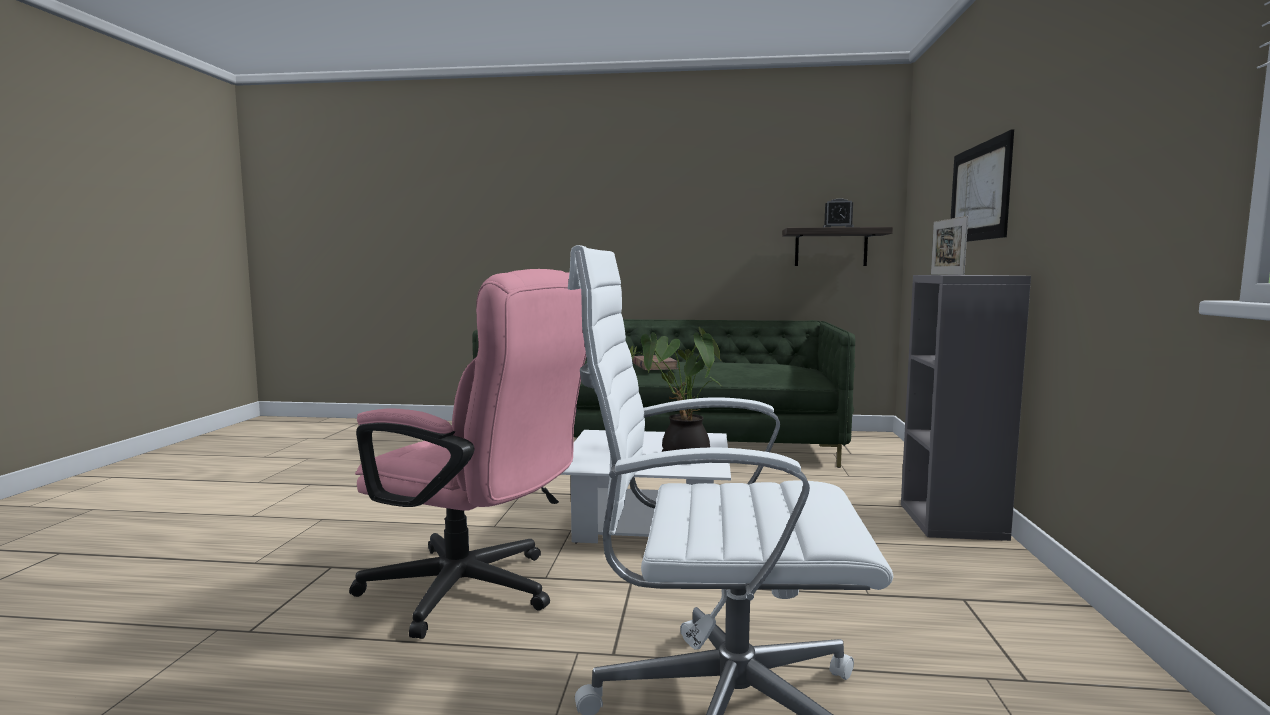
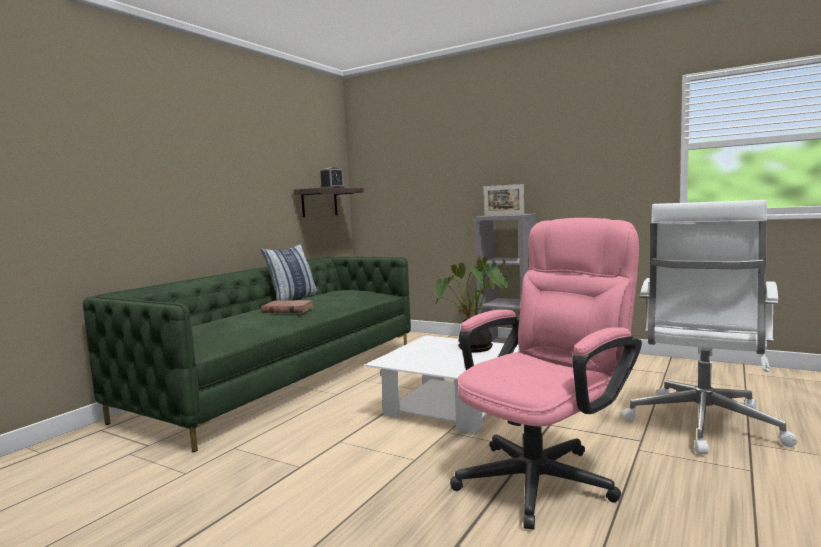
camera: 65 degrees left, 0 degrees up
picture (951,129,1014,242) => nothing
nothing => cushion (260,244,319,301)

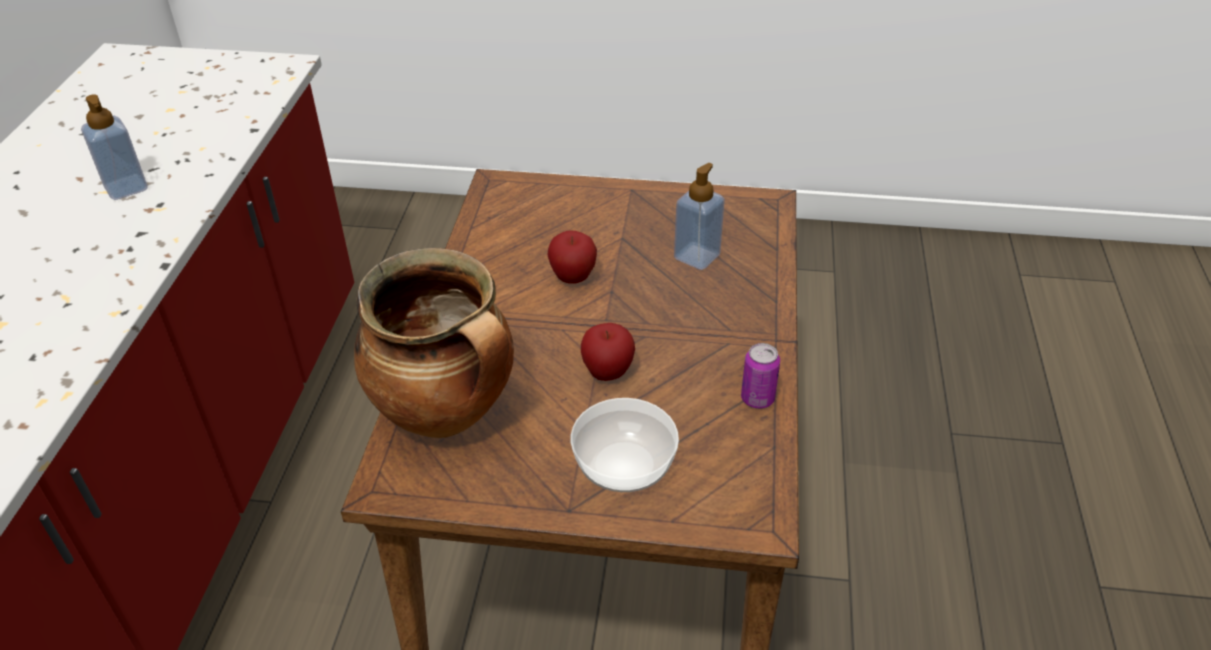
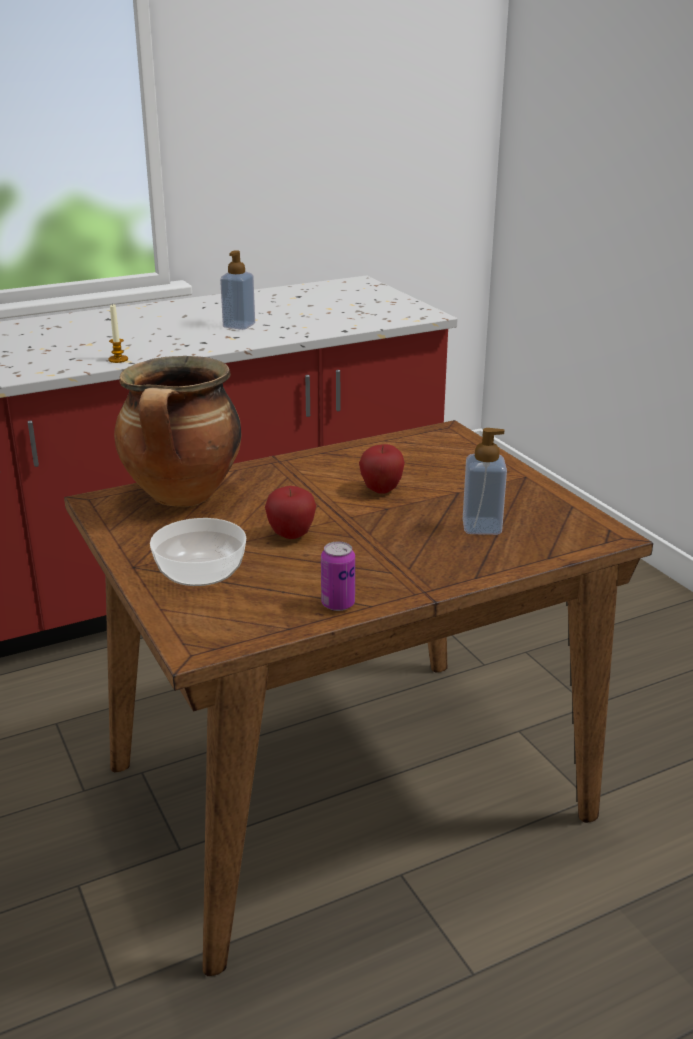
camera: 55 degrees right, 15 degrees down
nothing => wax candle (108,303,128,363)

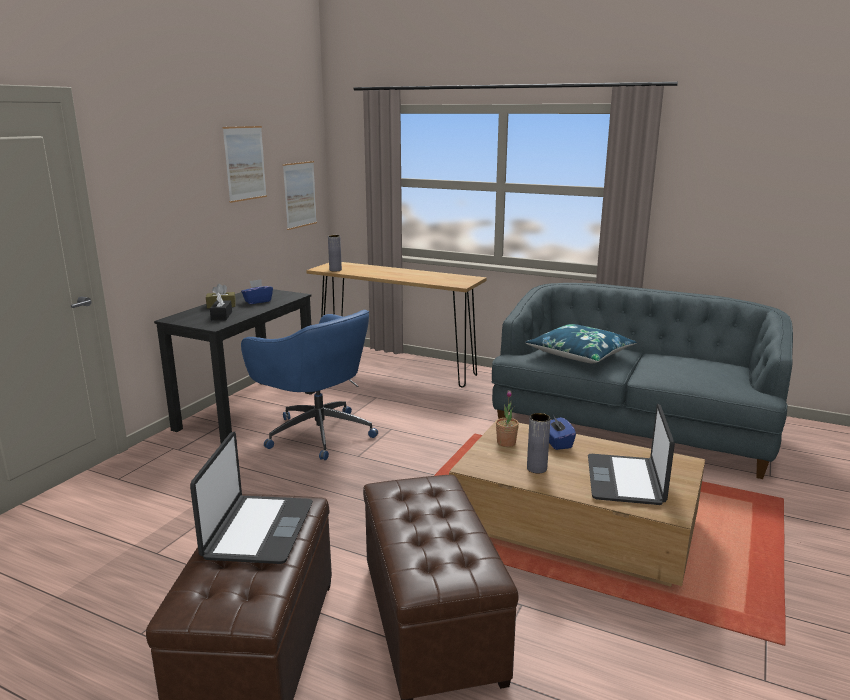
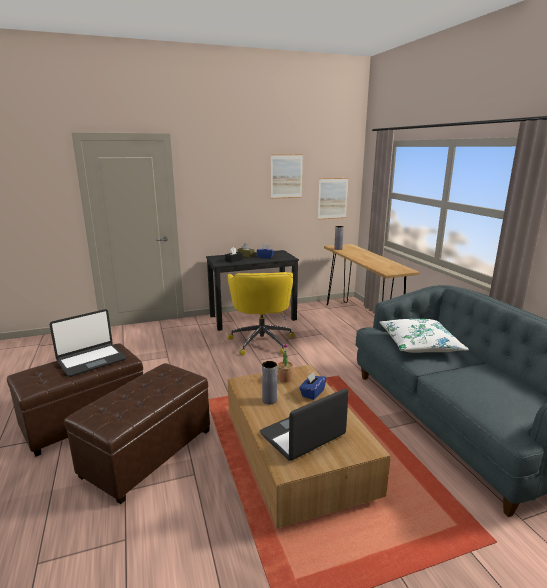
camera: 45 degrees right, 0 degrees up
office chair (blue) (241,310,378,460) => office chair (yellow) (228,272,295,355)
cushion (blue) (525,324,637,363) => cushion (white-coloured) (379,319,469,353)

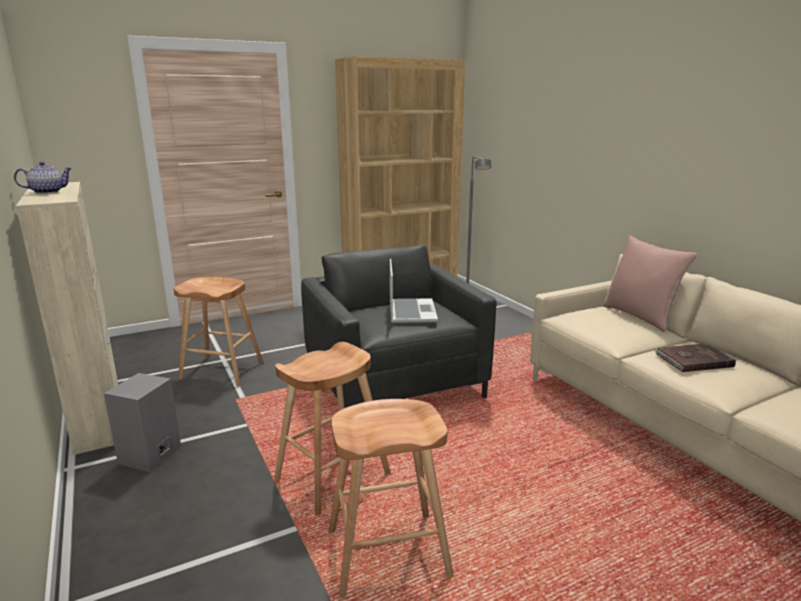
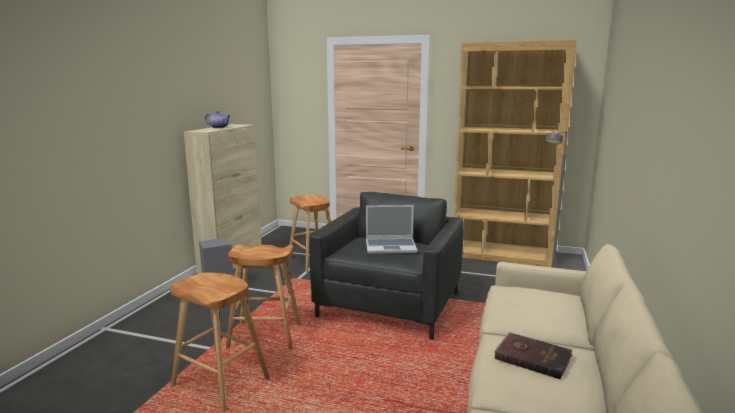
camera: 45 degrees right, 5 degrees down
cushion (pink) (604,235,698,332) => nothing
portable computer (390,259,438,323) => portable computer (366,205,417,254), 45 degrees clockwise

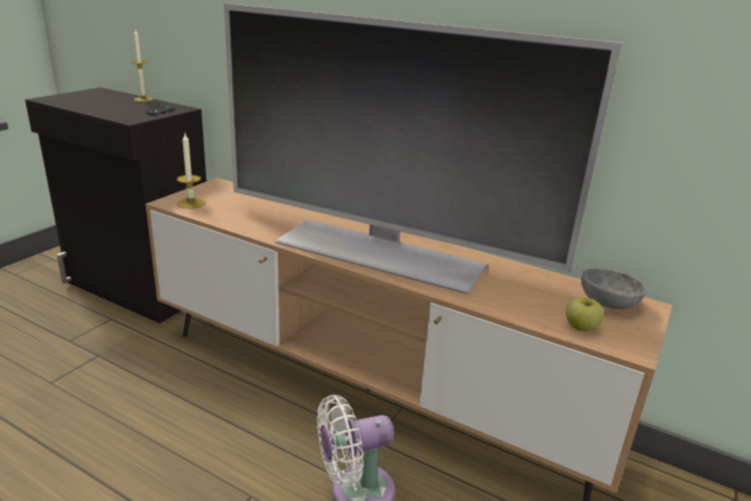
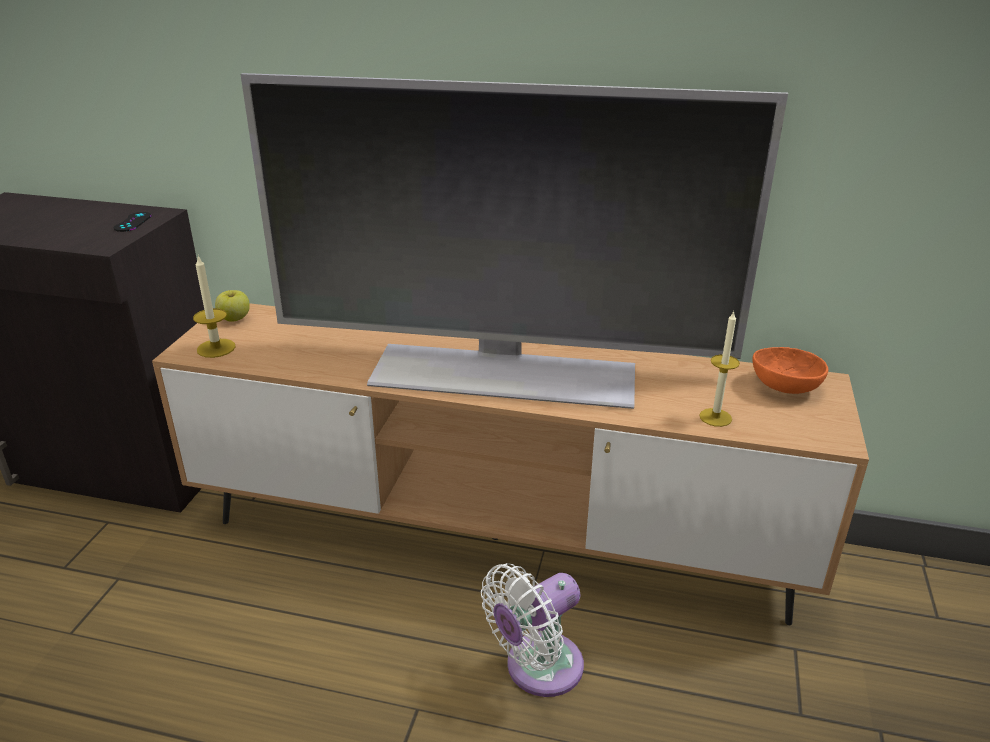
camera: 15 degrees left, 5 degrees up
wax candle (131,29,153,102) => wax candle (699,311,740,427), moved
whole apple (566,297,604,331) => whole apple (215,290,250,321), moved
serving bowl (gray) (581,268,647,309) => serving bowl (orange) (752,347,828,394)

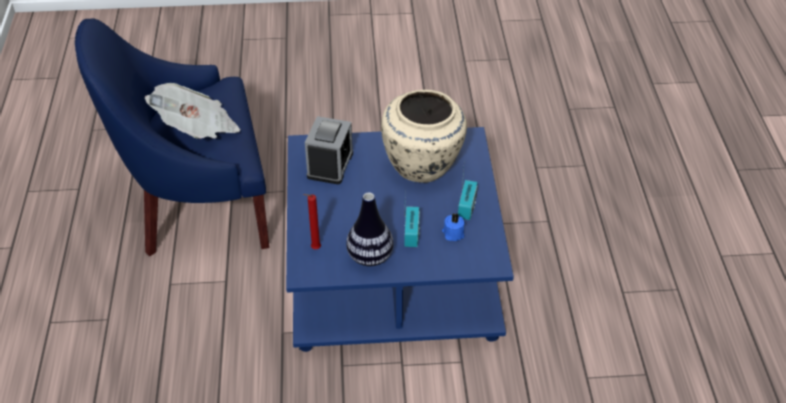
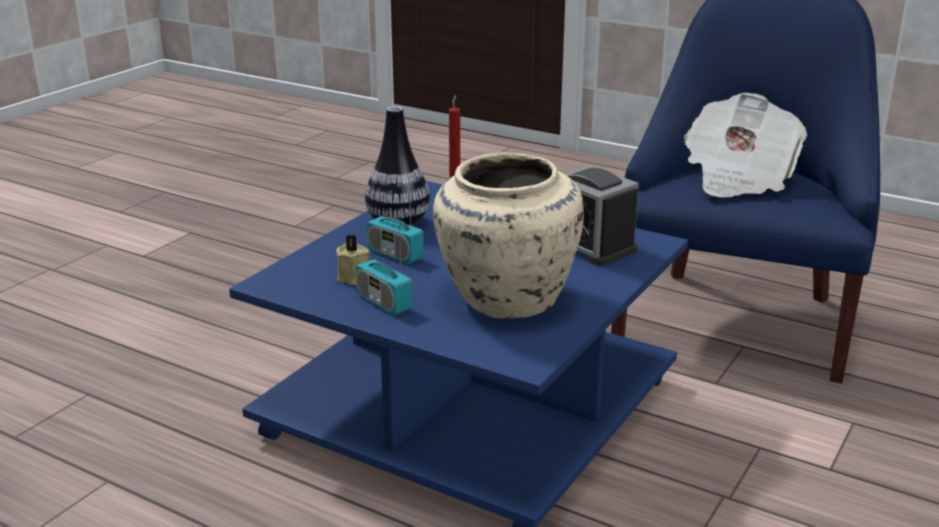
camera: 125 degrees right, 20 degrees down
wax candle (blue) (442,213,465,241) => wax candle (beige) (336,235,370,285)

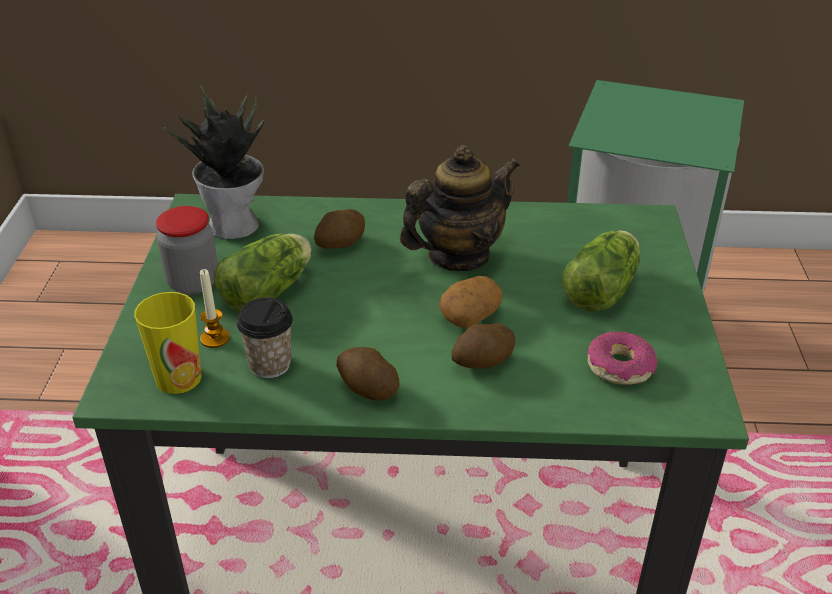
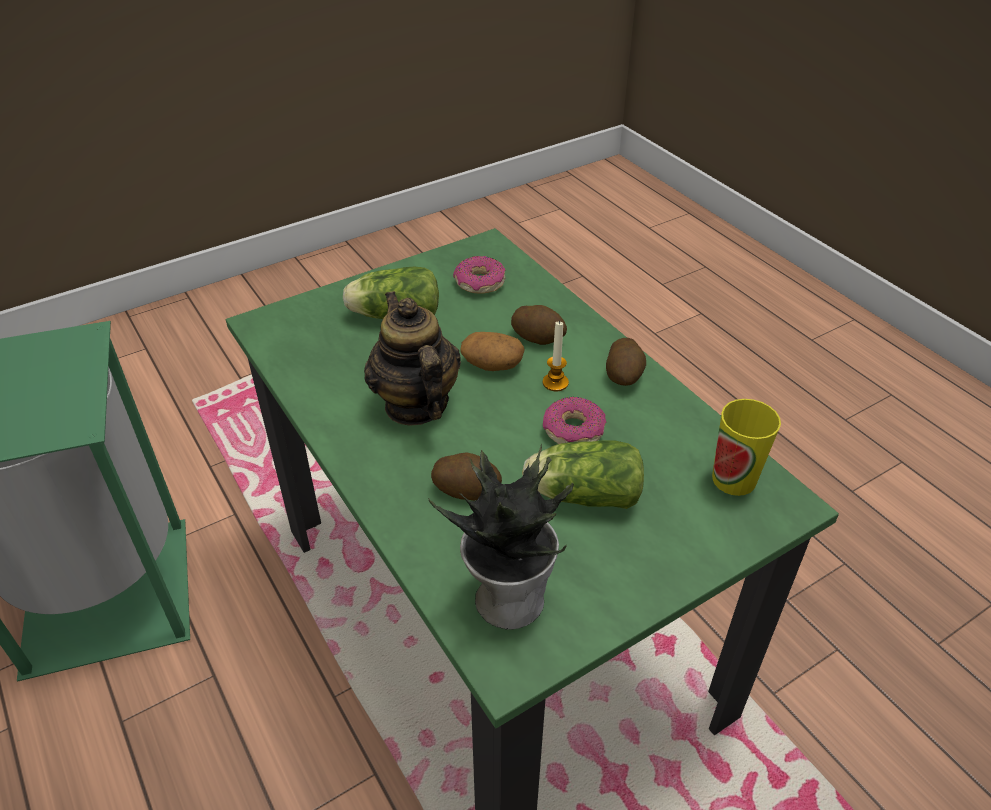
camera: 125 degrees left, 5 degrees up
jar (156,206,218,295) => nothing
cup (236,297,293,378) => nothing
nothing => donut (543,397,607,444)
wax candle (200,269,230,348) => wax candle (543,321,569,391), moved
pot for tea (400,145,520,271) => pot for tea (364,291,461,425), 45 degrees clockwise

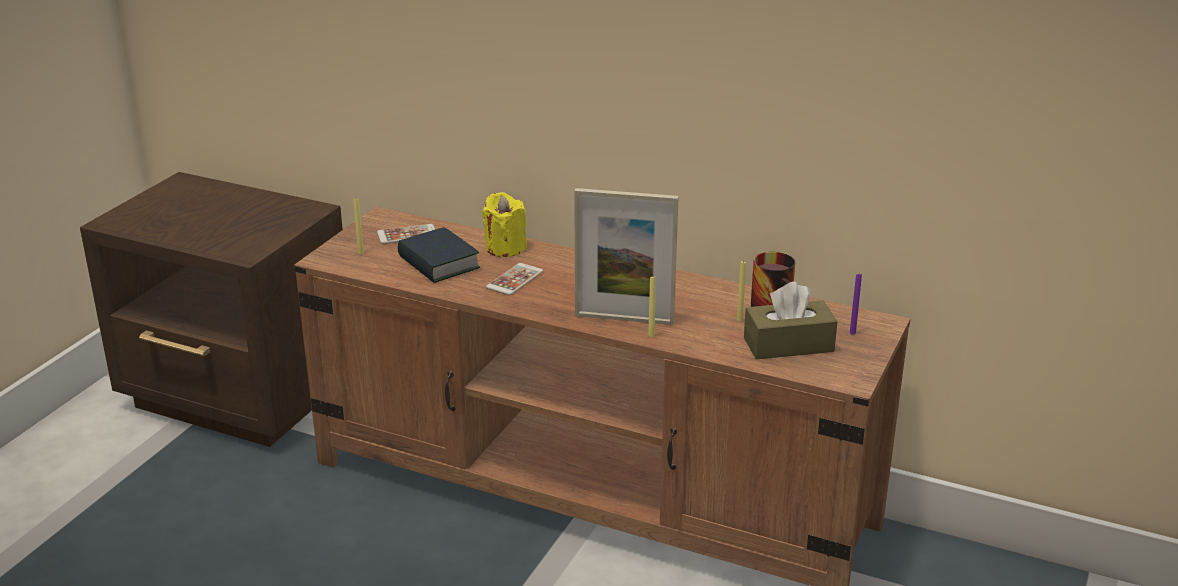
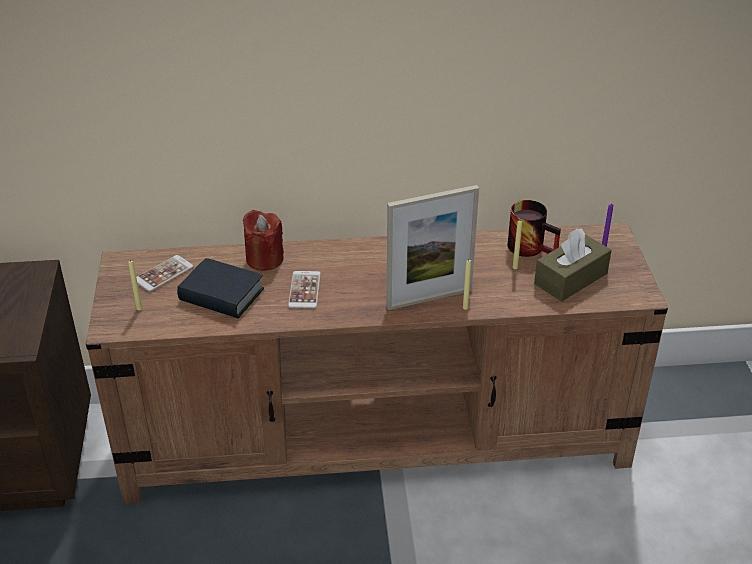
camera: 30 degrees left, 10 degrees up
wax candle (yellow) (482,192,527,257) => wax candle (reddish) (243,210,284,271)

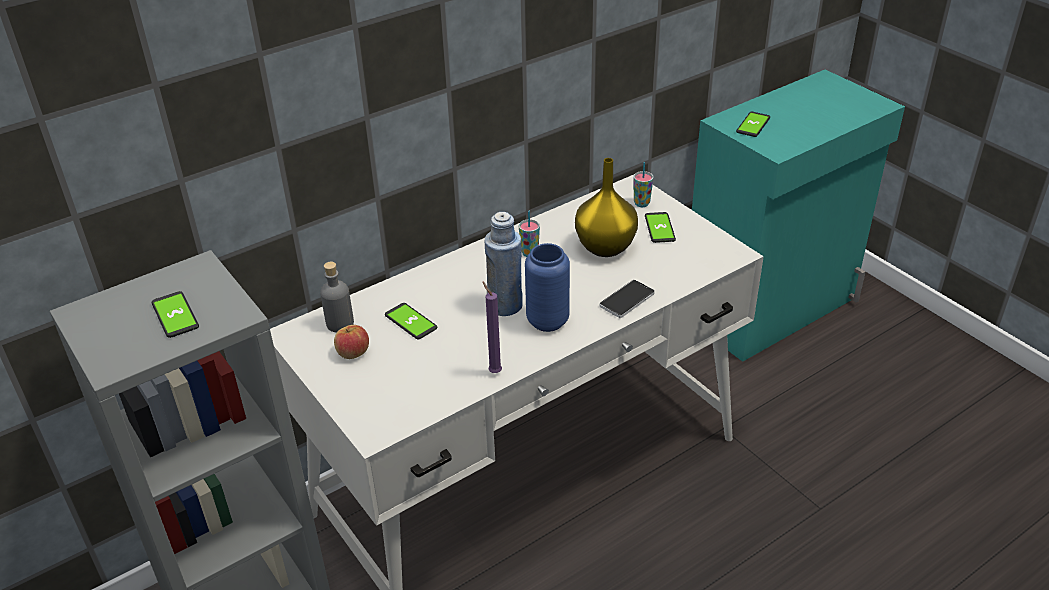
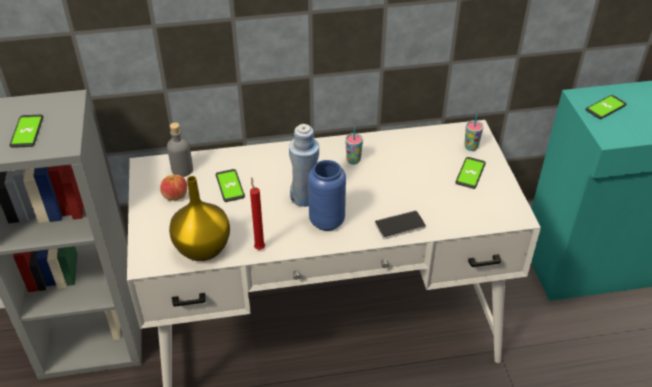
camera: 25 degrees right, 5 degrees up
flower vase (yellow) (575,158,638,257) => flower vase (yellow) (169,176,230,261), moved
wax candle (purple-coloured) (482,281,502,373) => wax candle (reddish) (250,177,265,250)

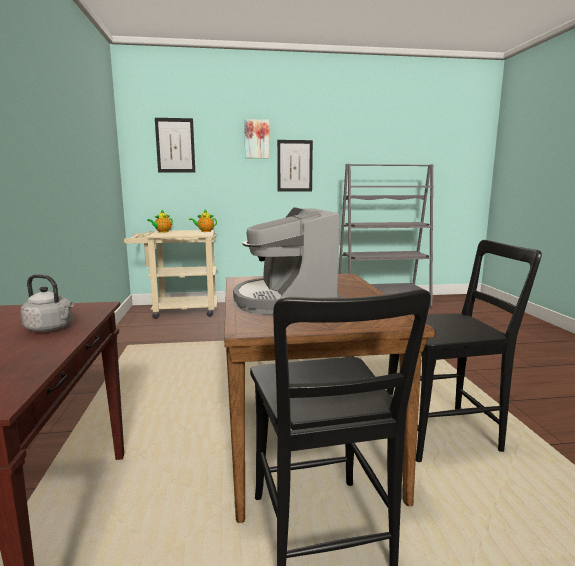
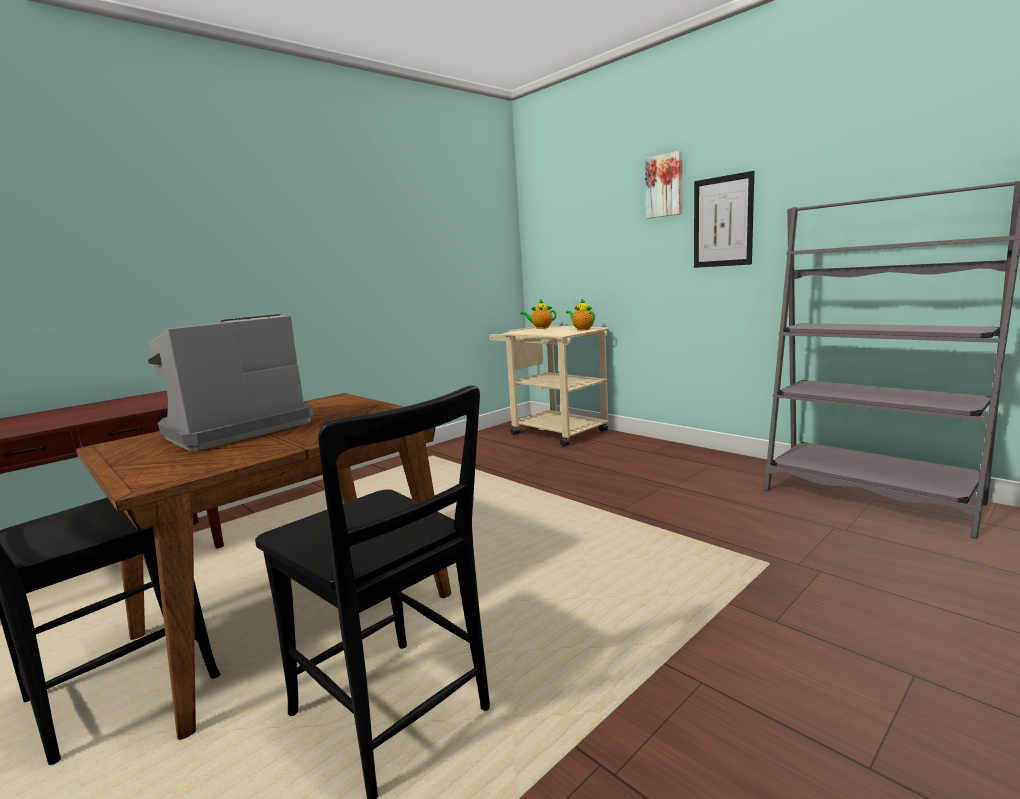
camera: 55 degrees right, 0 degrees up
kettle (gray) (21,274,74,332) => nothing
picture (155,118,195,173) => nothing

